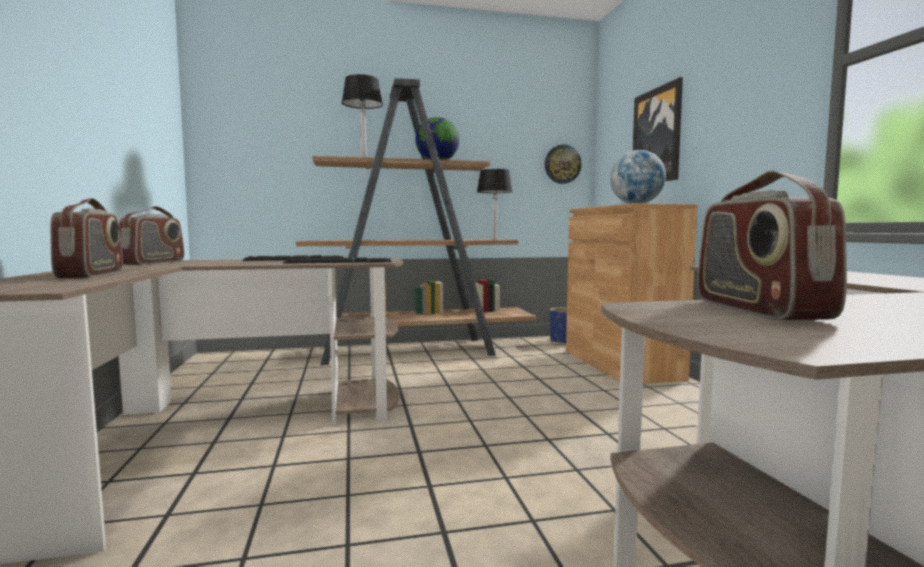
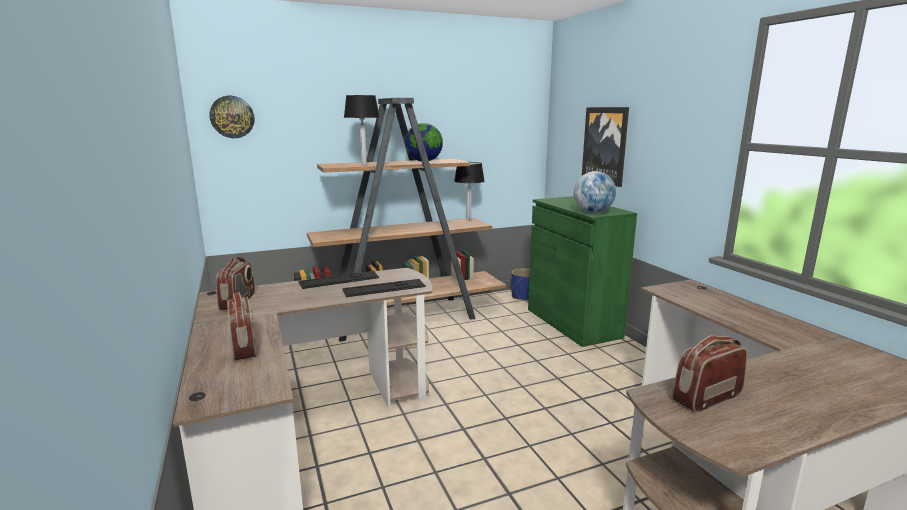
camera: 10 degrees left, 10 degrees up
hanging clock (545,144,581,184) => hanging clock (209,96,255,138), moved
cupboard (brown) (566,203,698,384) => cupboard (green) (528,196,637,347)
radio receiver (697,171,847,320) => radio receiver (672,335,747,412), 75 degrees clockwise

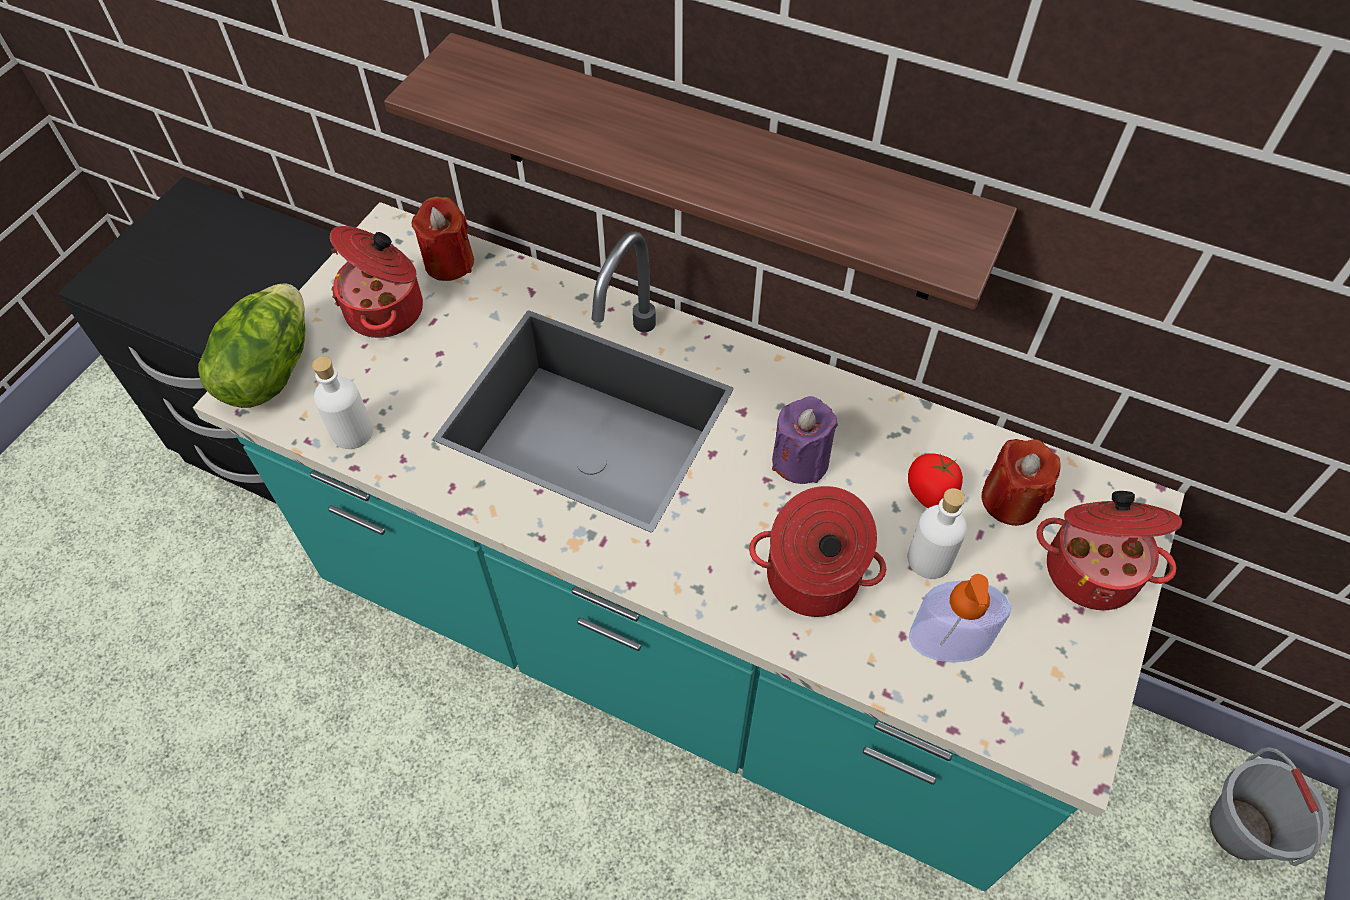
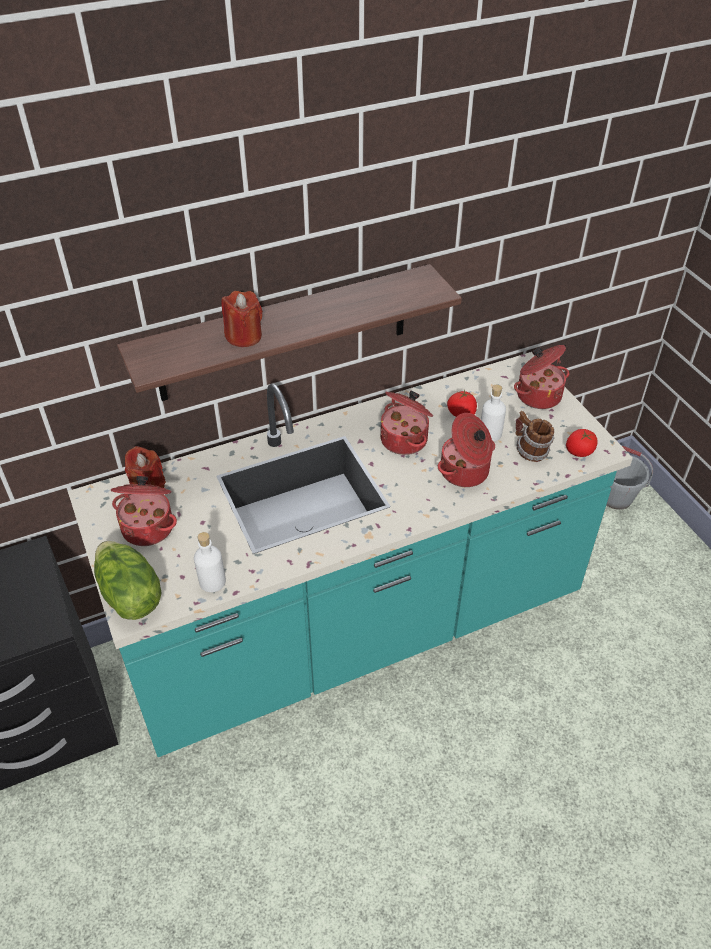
camera: 50 degrees left, 10 degrees down
nothing => whole tomato (566,429,598,457)
wax candle (reddish) (982,439,1061,526) => wax candle (reddish) (222,291,263,347), moved
wax candle (purple-coloured) (772,396,838,484) => stockpot (381,390,433,455)
liquid soap bottle (908,574,1011,663) => mug (515,411,554,462)

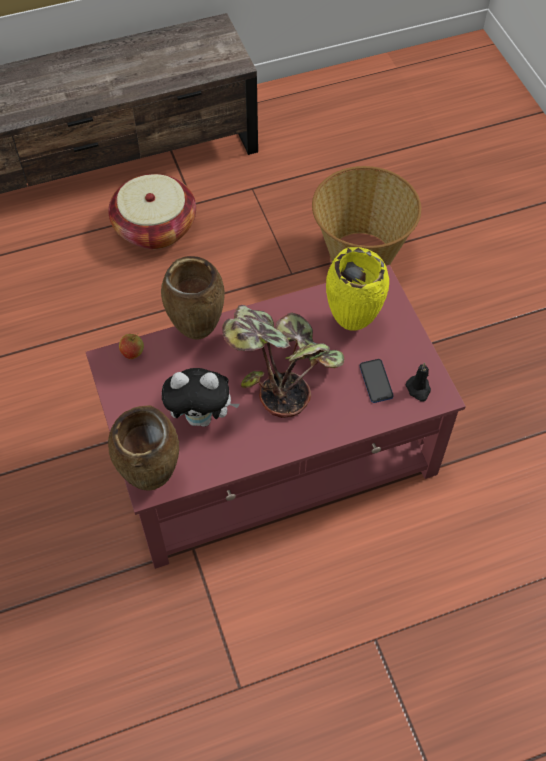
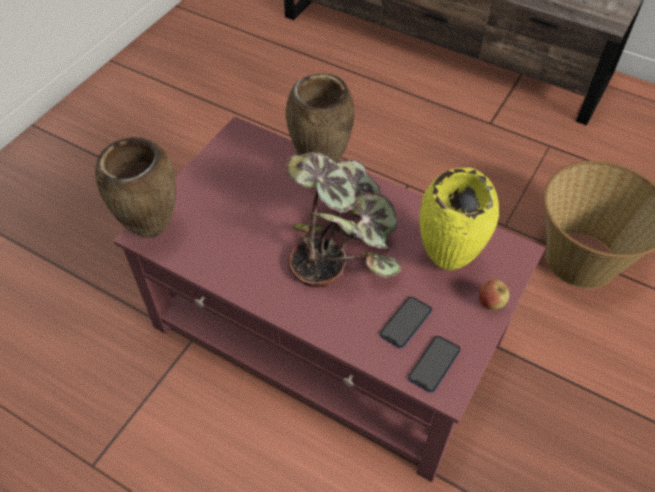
camera: 50 degrees right, 5 degrees down
basket (108,174,196,249) => nothing
soft toy (162,368,240,427) => nothing
whole apple (119,333,144,359) => whole apple (479,279,510,310), moved
wax candle (blackish) (405,363,431,402) => telephone (408,336,461,393)

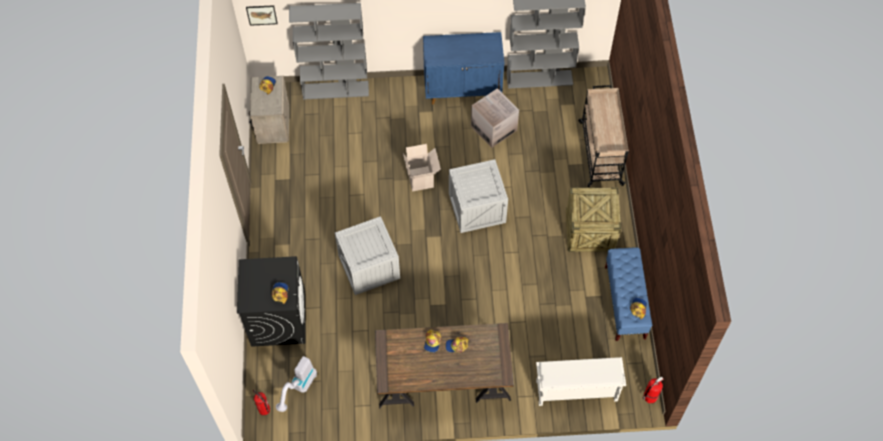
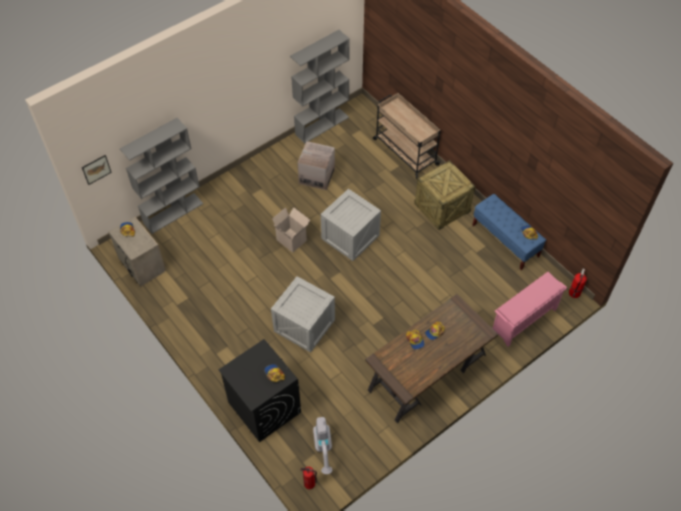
camera: 35 degrees left, 5 degrees down
cupboard (blue) (423,32,504,105) => nothing
shoe stand (white-coloured) (536,357,626,406) => shoe stand (pink) (492,272,567,347)

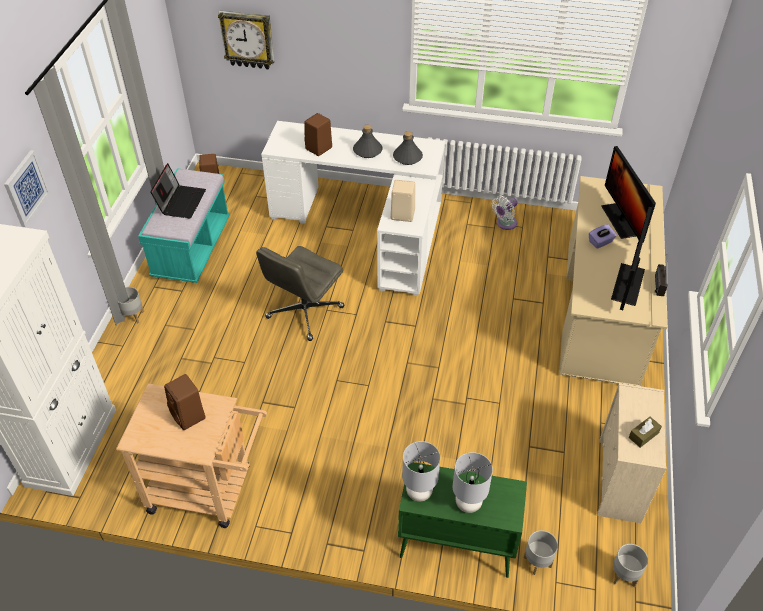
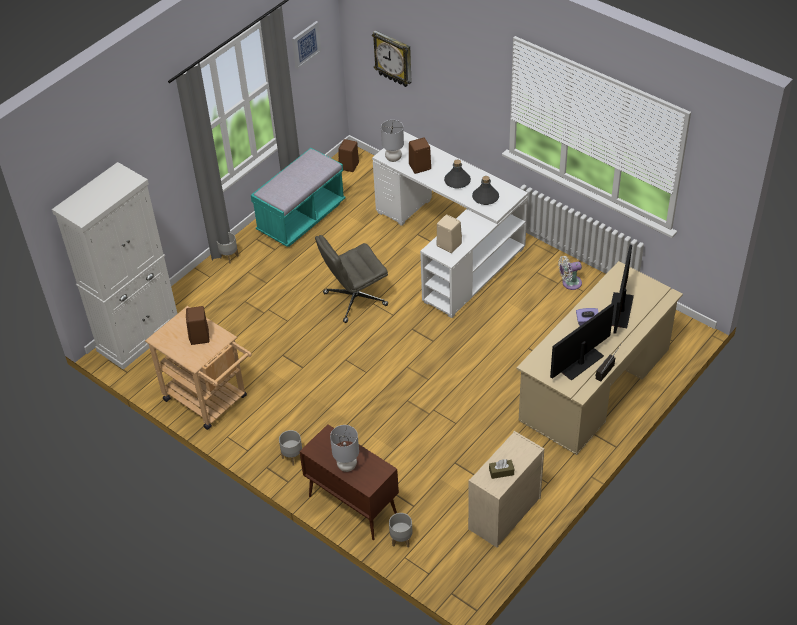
camera: 30 degrees right, 0 degrees up
portable computer (150,163,206,219) => nothing
picture (4,150,50,227) => picture (292,21,321,69), moved
table lamp (gray) (402,441,440,502) => table lamp (gray) (381,120,404,162), moved
plant pot (gray) (613,544,648,587) => plant pot (gray) (279,430,302,465), moved
cupboard (green) (398,462,527,578) => cupboard (brown) (299,424,399,540)

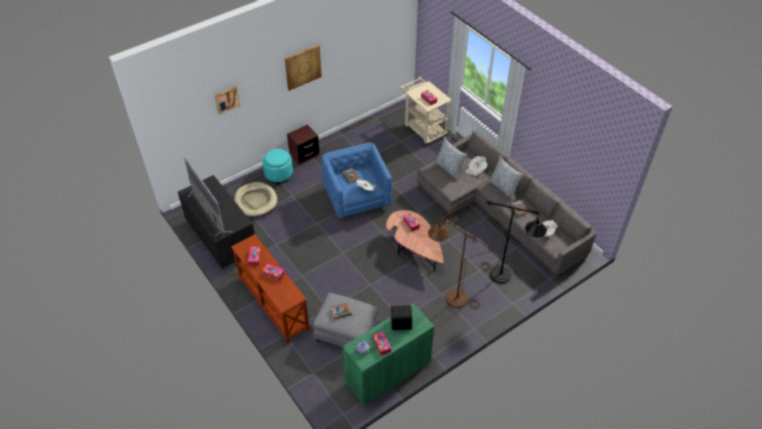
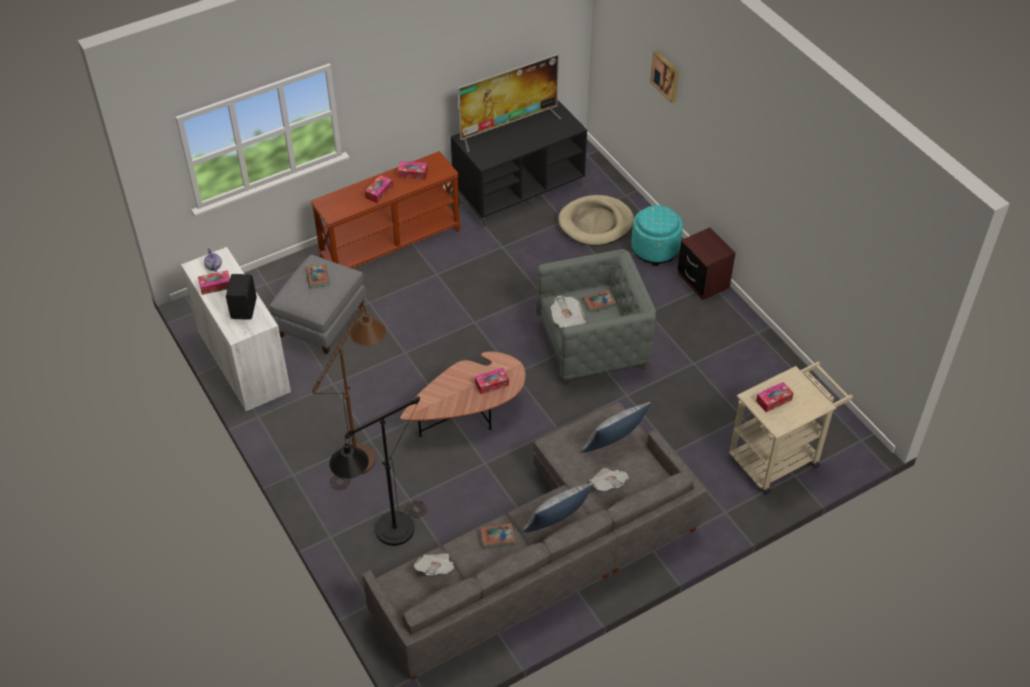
camera: 95 degrees right, 0 degrees up
picture (285,45,322,91) => nothing
lounge chair (blue) (321,142,392,222) => lounge chair (gray) (537,249,656,385)
cupboard (green) (342,303,434,406) => cupboard (white-coloured) (181,247,291,412)

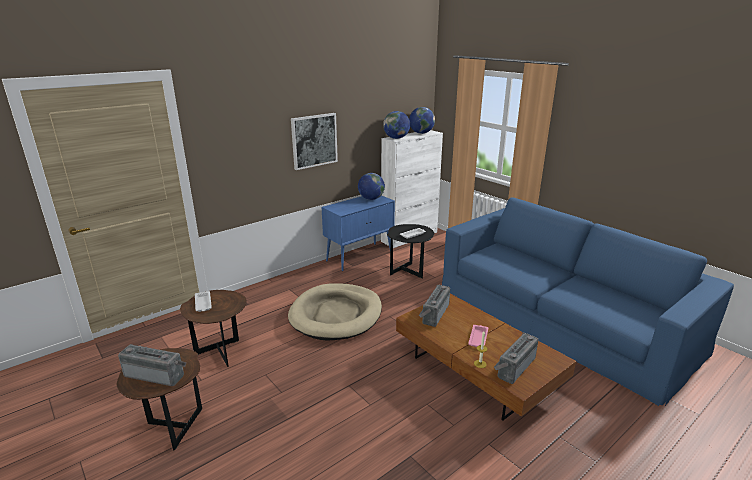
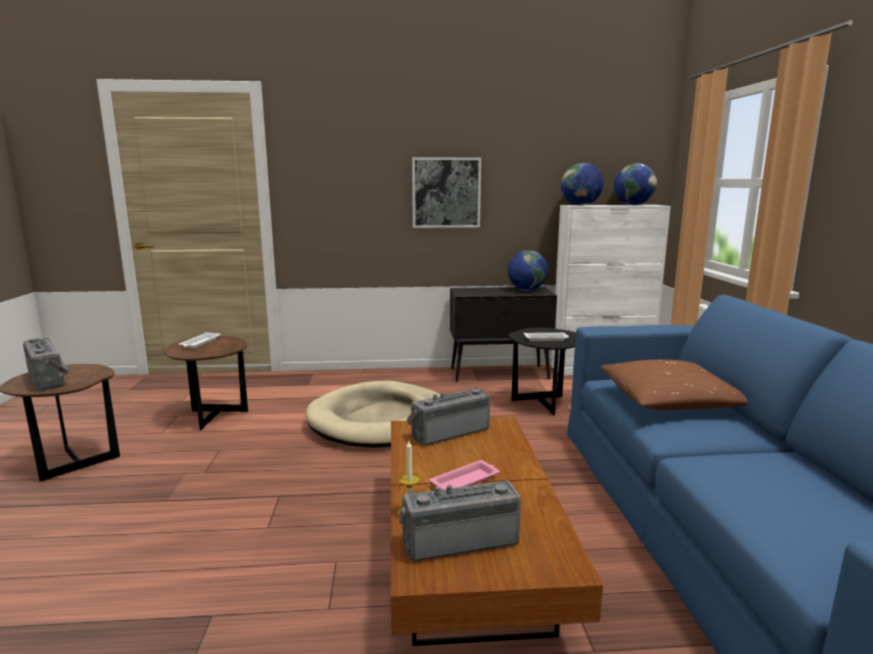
camera: 35 degrees right, 10 degrees down
nothing => cushion (brown) (600,360,748,410)
cupboard (blue) (322,195,395,271) => cupboard (blackish) (450,287,557,382)

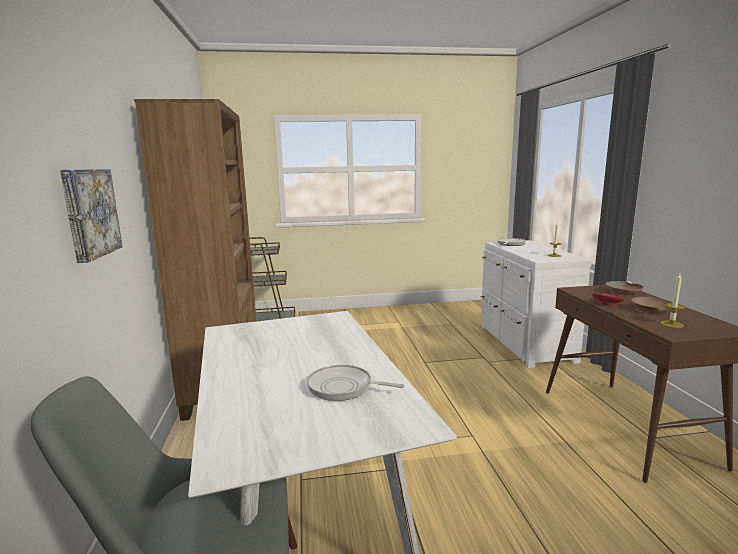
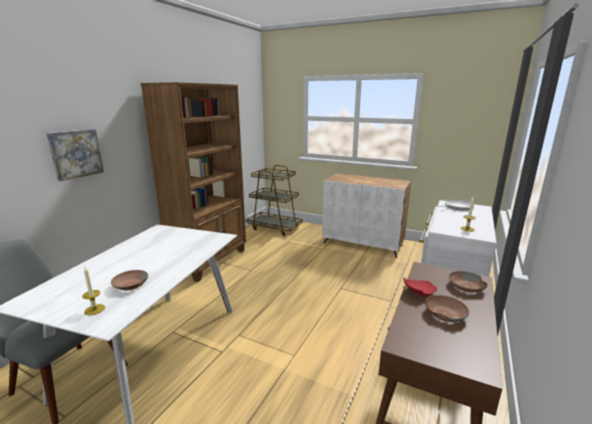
camera: 35 degrees right, 5 degrees up
nothing => cupboard (white-coloured) (322,173,411,258)
wax candle (660,274,685,328) => wax candle (82,267,105,315), moved
skillet (307,365,405,401) => serving bowl (brown) (111,270,148,290)

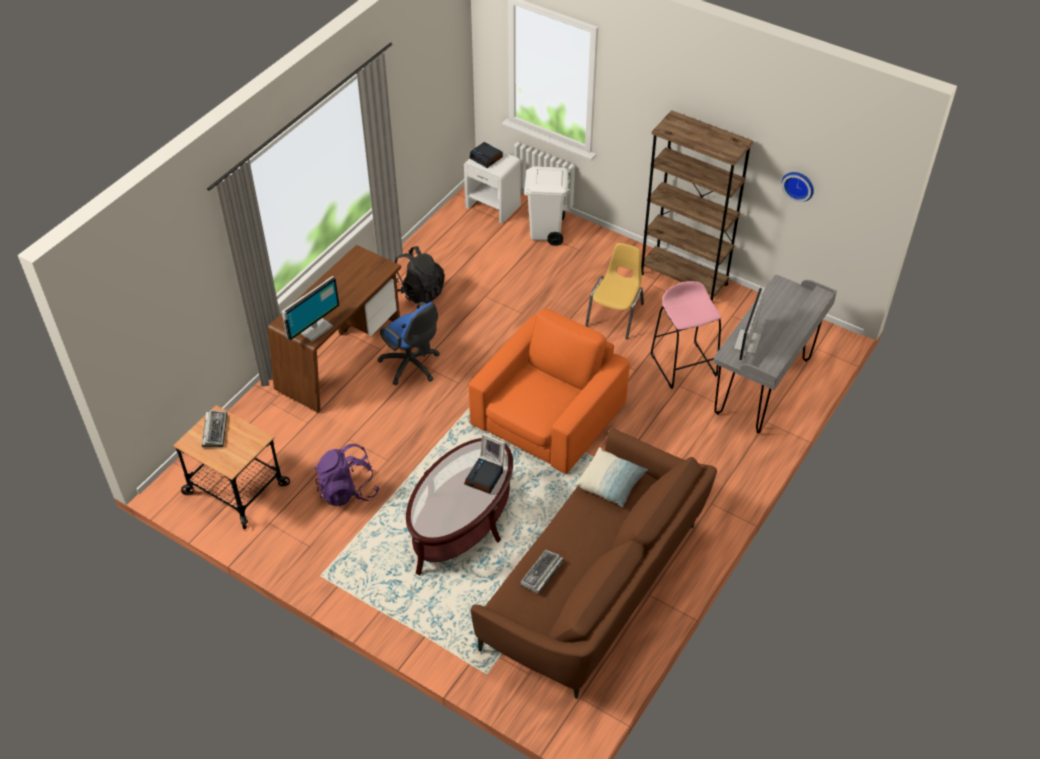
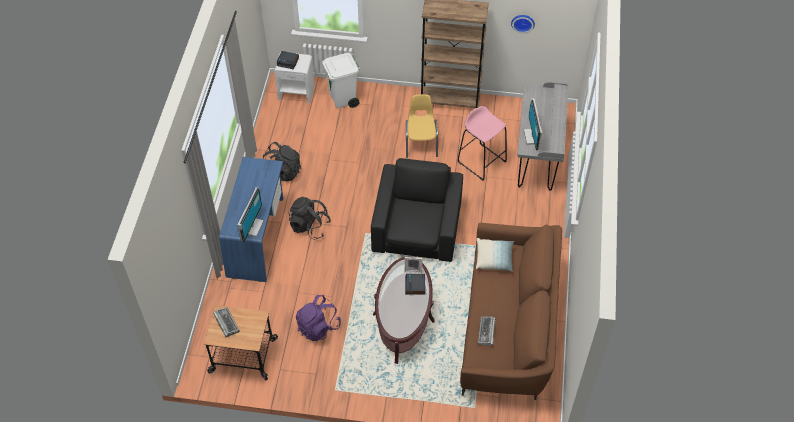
camera: 25 degrees left, 5 degrees up
office chair (blue) (377,302,440,385) => rucksack (blackish) (289,197,331,239)
desk (brown) (268,245,401,412) => desk (blue) (219,157,283,282)
lounge chair (orange) (469,309,630,474) => lounge chair (blackish) (371,158,463,262)

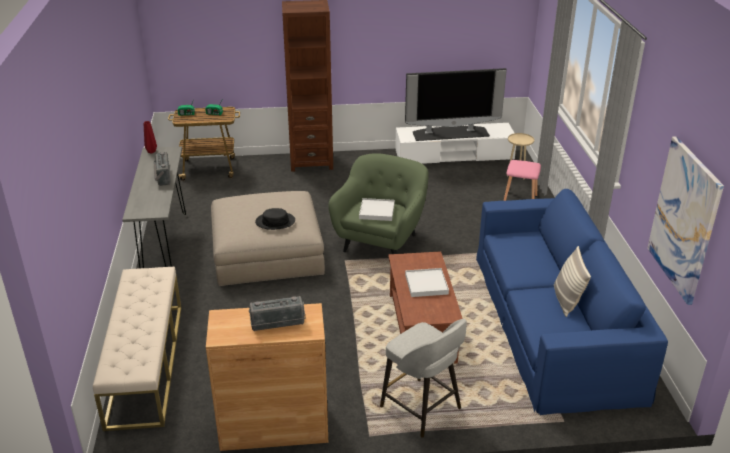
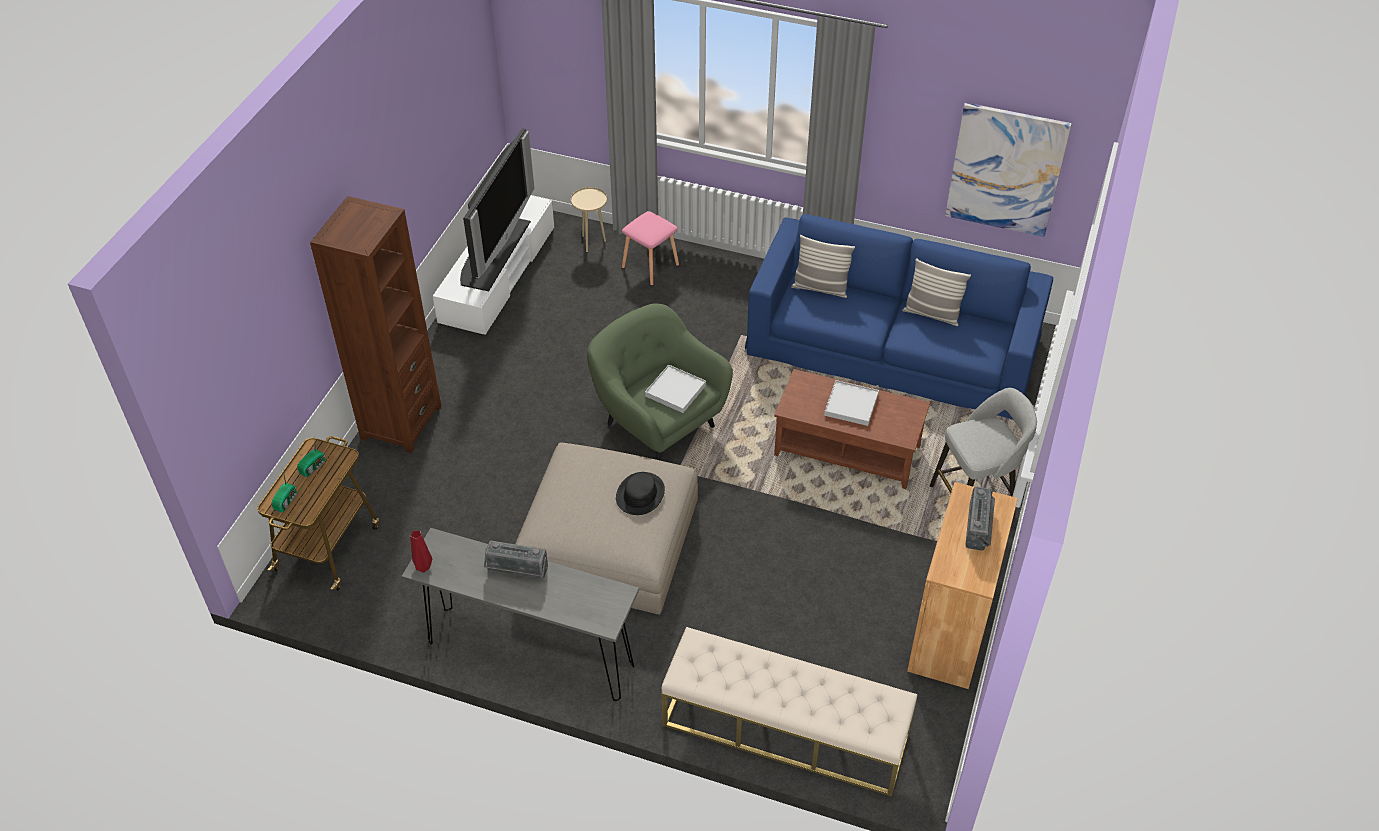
camera: 65 degrees left, 15 degrees up
nothing => cushion (791,235,855,298)

